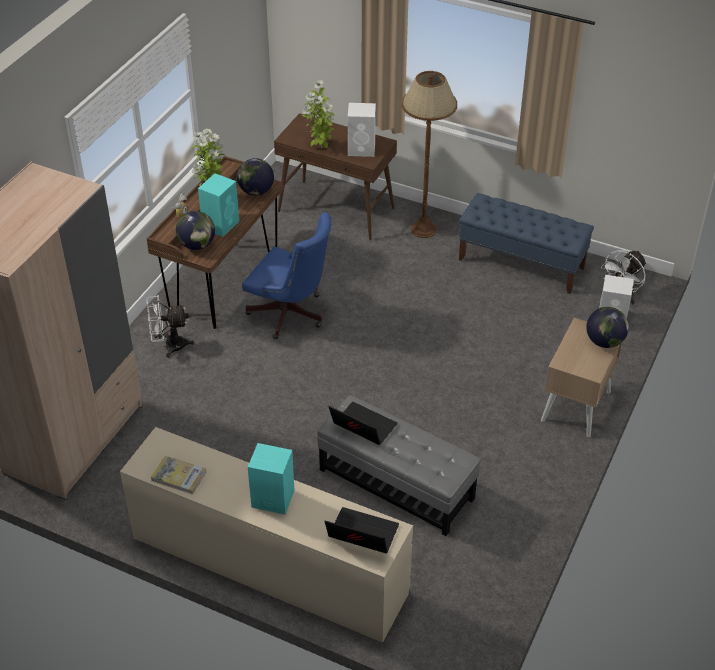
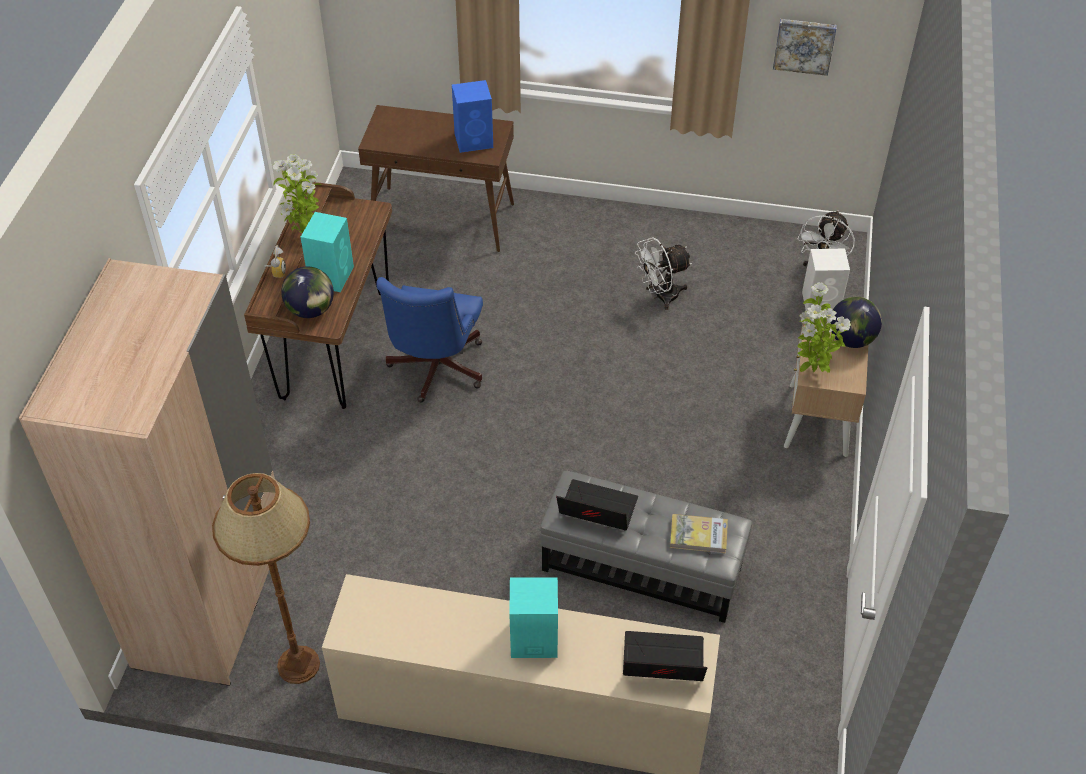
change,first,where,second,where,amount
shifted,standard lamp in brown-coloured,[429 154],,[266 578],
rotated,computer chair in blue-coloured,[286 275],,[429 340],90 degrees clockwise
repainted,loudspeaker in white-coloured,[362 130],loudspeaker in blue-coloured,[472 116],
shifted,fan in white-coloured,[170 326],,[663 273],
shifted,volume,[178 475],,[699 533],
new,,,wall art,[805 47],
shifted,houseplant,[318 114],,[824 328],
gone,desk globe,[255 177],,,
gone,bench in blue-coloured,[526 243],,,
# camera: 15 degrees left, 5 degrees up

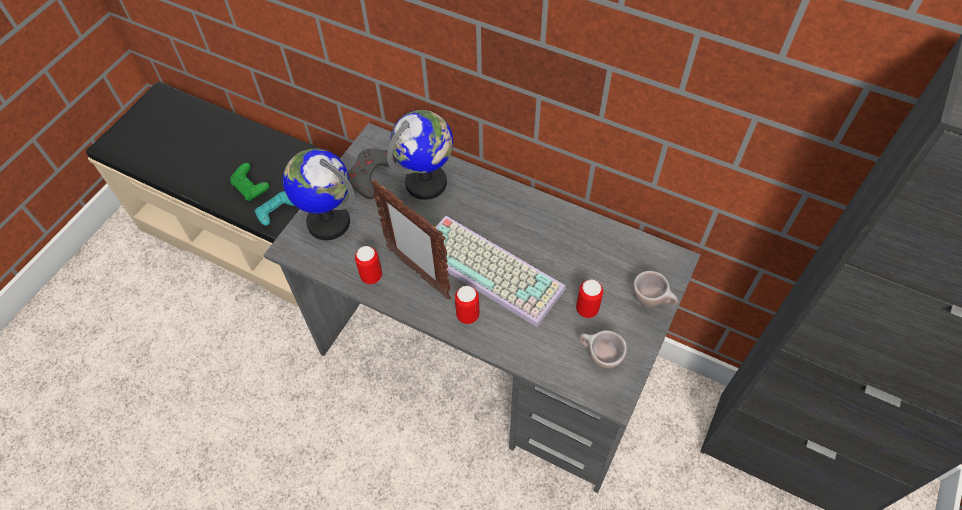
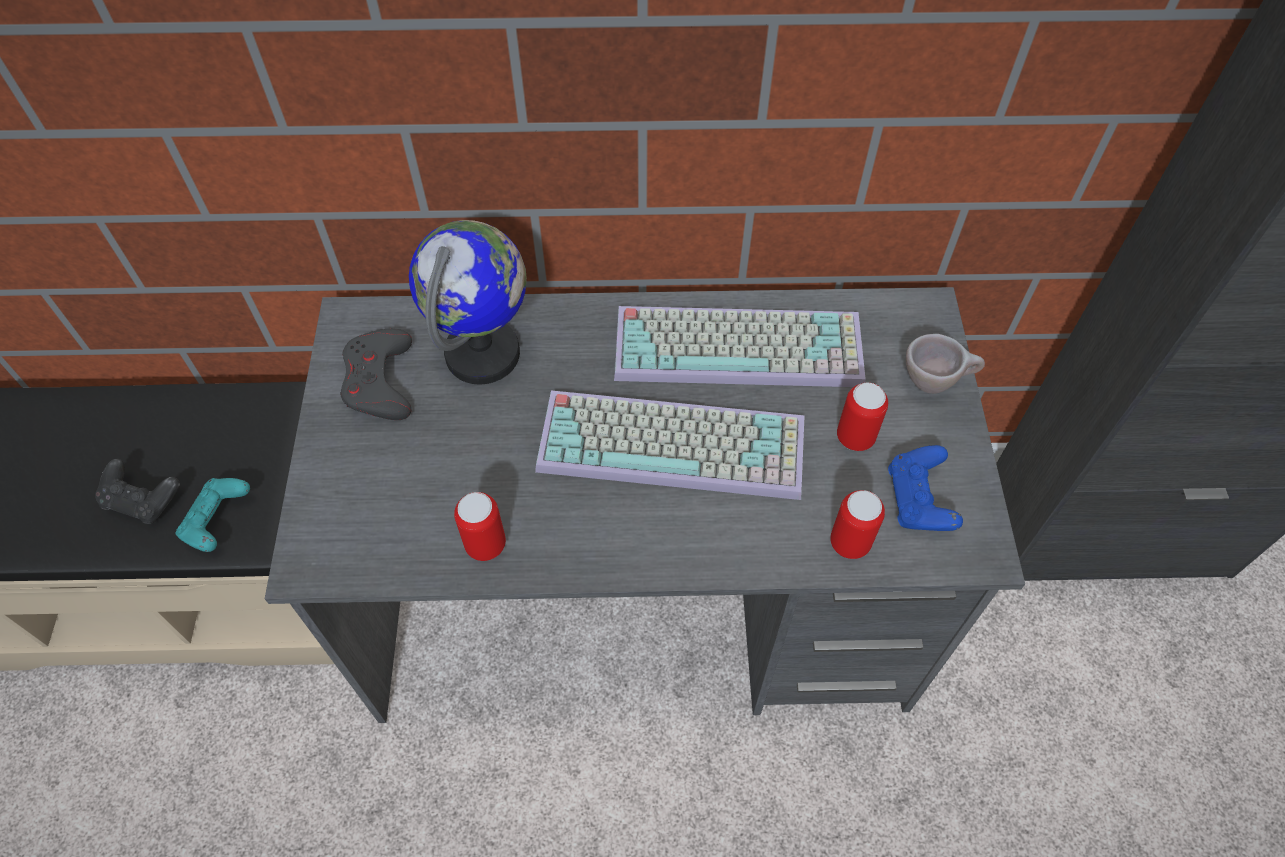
change,first,where,second,where,amount
repainted,gamepad in greenish,[249 182],gamepad in black-coloured,[137 491],
new,,,computer keyboard,[740 346],
shifted,metal can,[467 305],,[857 524],
swapped,drinking cup in sand-coloured,[603 349],gamepad in blue-coloured,[925 488],
gone,desk globe,[319 194],,,
gone,picture frame,[410 240],,,
# camera: 30 degrees left, 0 degrees up

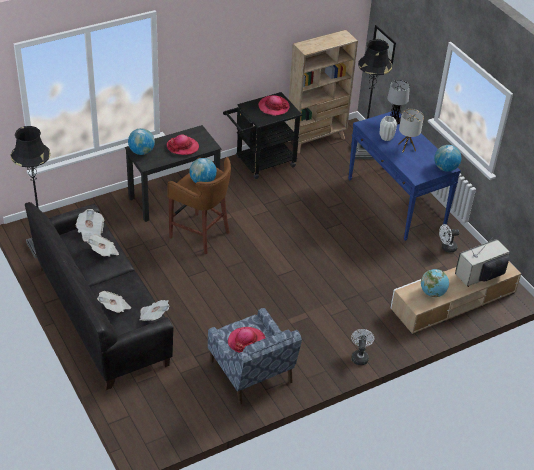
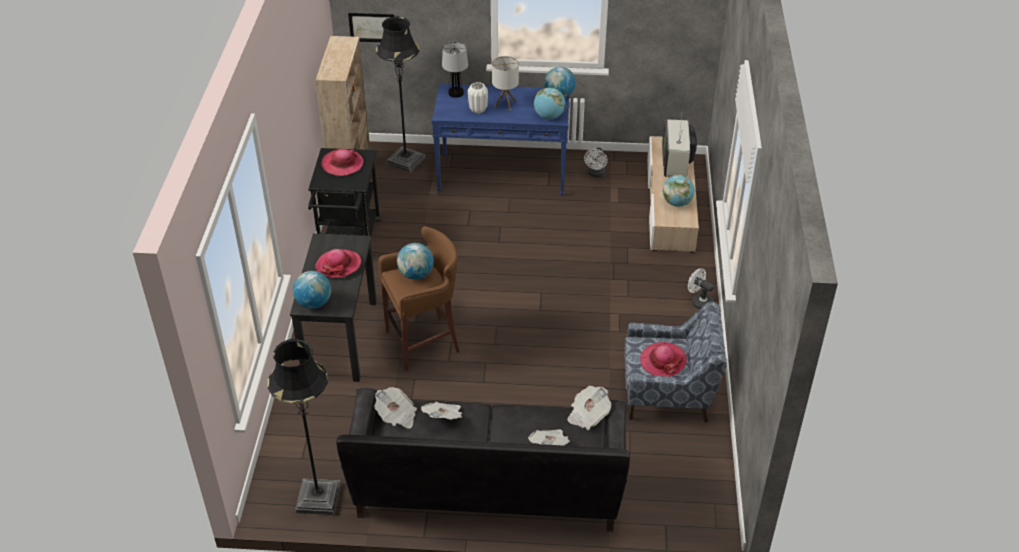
change,first,where,second,where,amount
new,,,desk globe,[550 103],
# camera: 55 degrees left, 0 degrees up

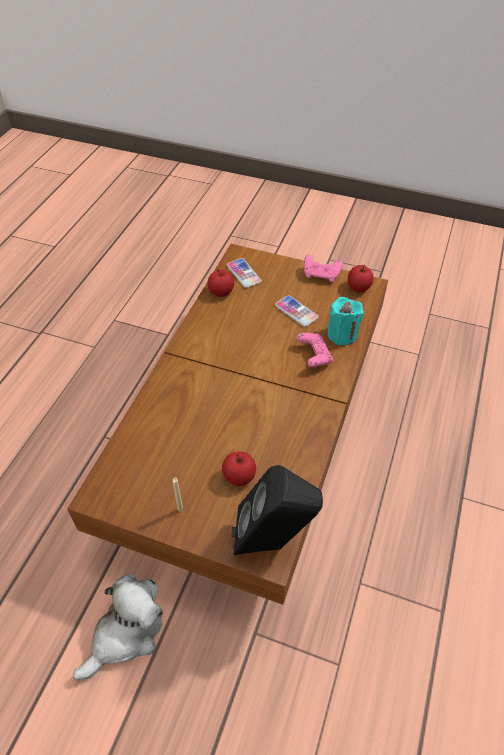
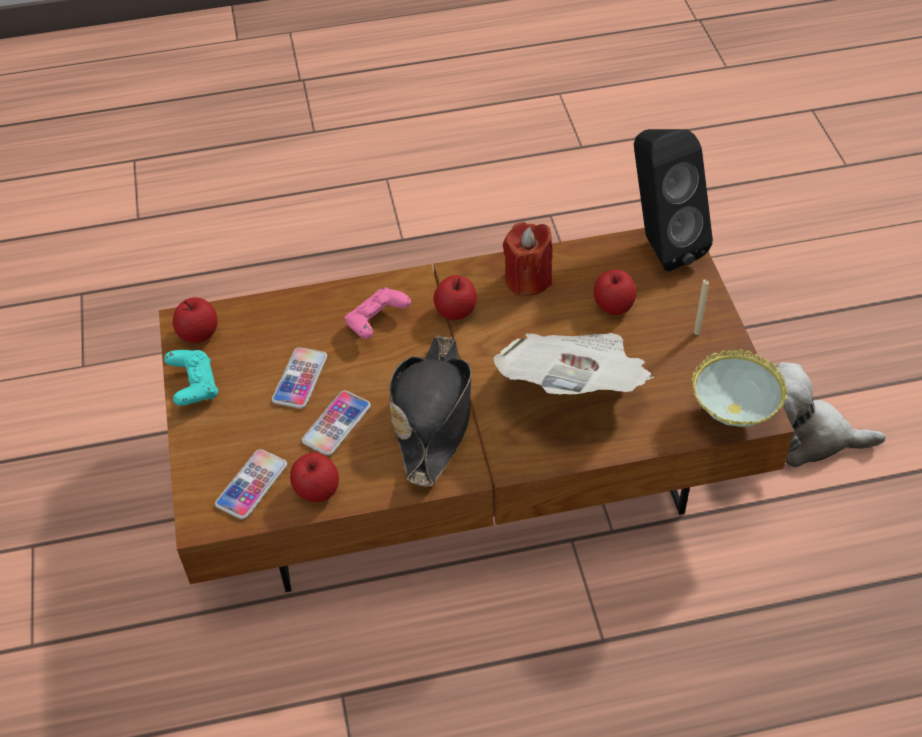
change,first,where,second,where,amount
repainted,gamepad in pink,[323 268],gamepad in turquoise-coloured,[191 378],
new,,,telephone,[336 423],
new,,,hat in black-coloured,[430 411],
new,,,apple,[455 297],
new,,,printed paper,[573 363],
new,,,wax candle in red,[528 259],
new,,,deep dish,[740 388],
gone,wax candle in turquoise-coloured,[345 321],,,
# camera: 120 degrees left, 0 degrees up

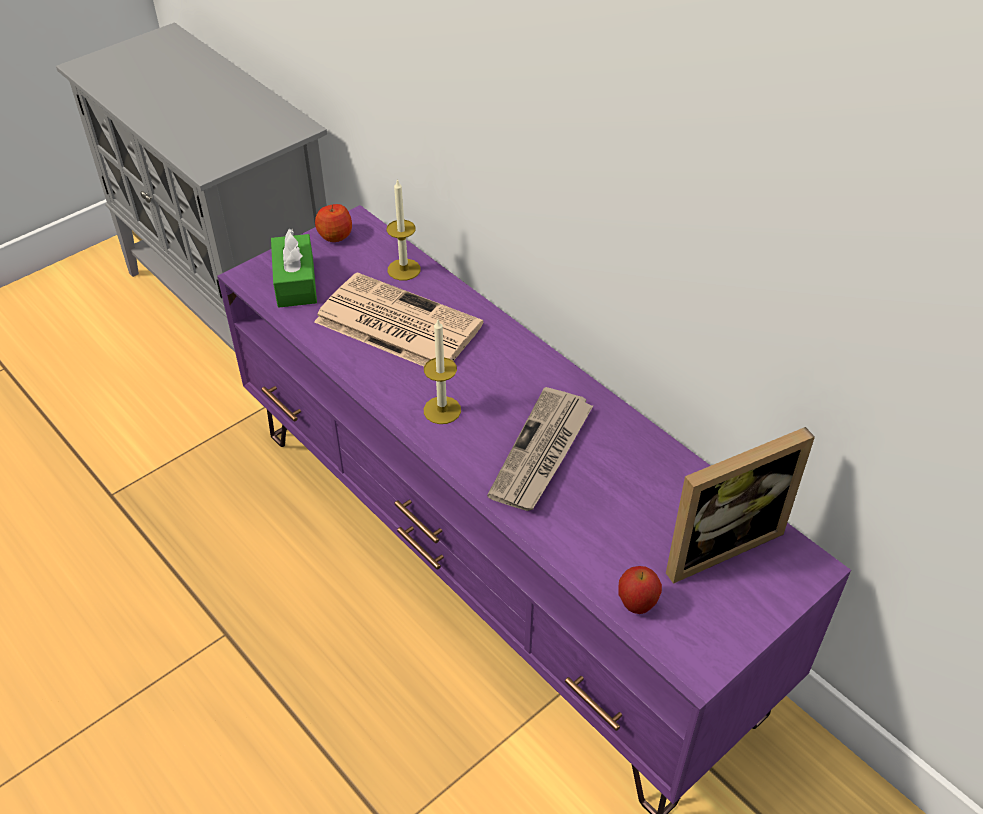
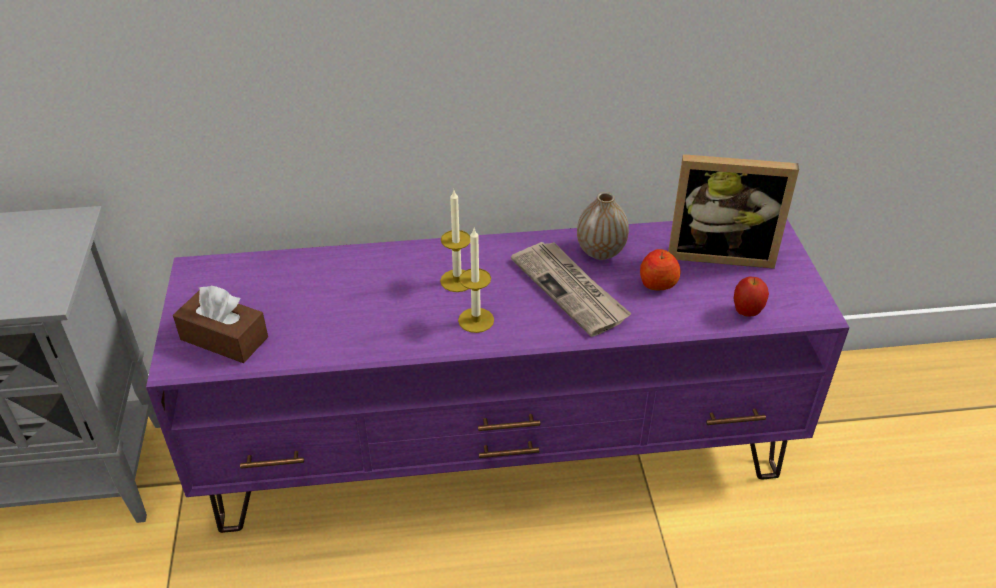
change,first,where,second,where,amount
repainted,tissue holder in greenish,[294 268],tissue holder in brown-coloured,[220 324],
shifted,wax candle,[403 229],,[455 241],
new,,,decorative vase,[603 226],
shifted,apple,[333 223],,[660 269],
rotated,picture frame,[740 505],,[733 211],90 degrees clockwise
gone,printed paper,[398 319],,,
# camera: 55 degrees left, 5 degrees down

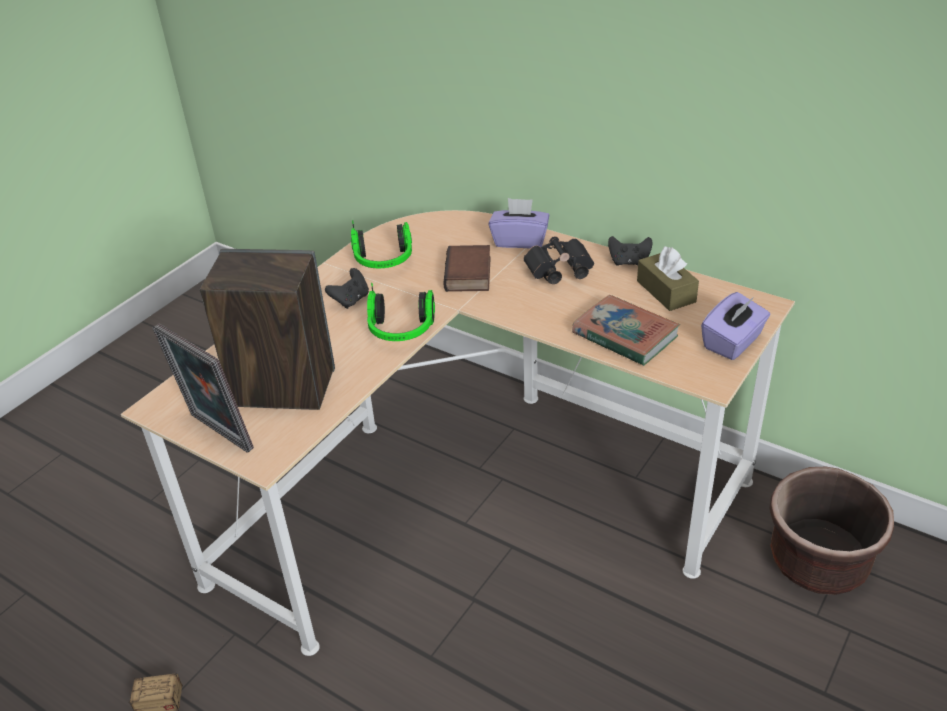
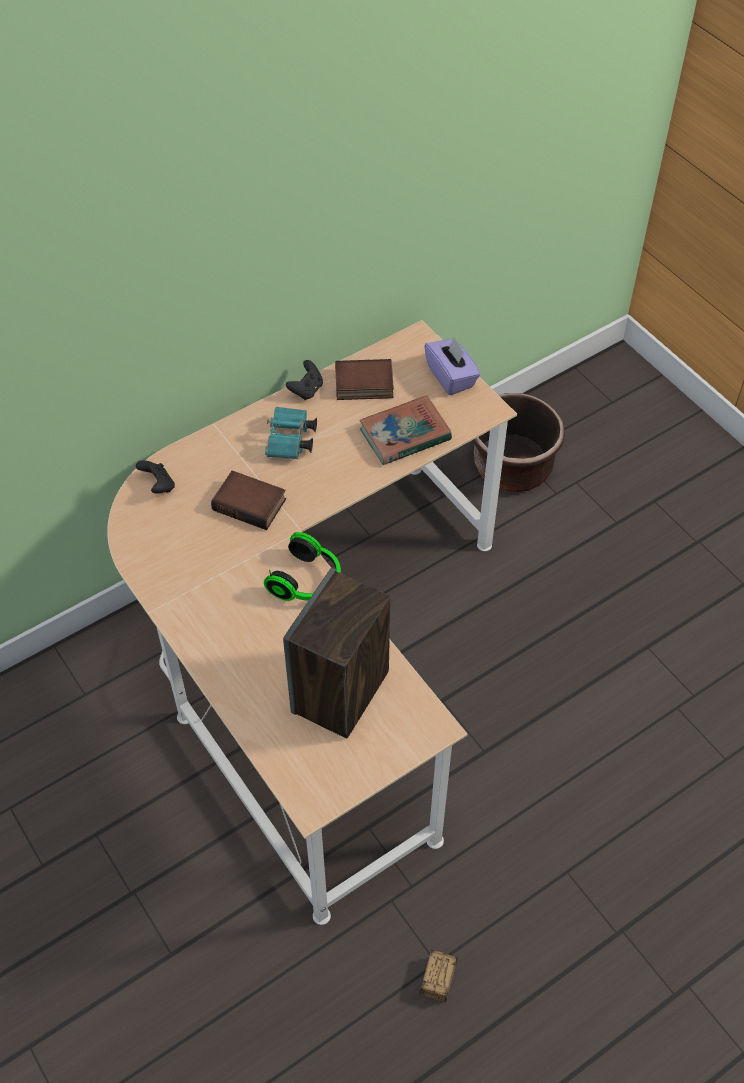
change,first,where,second,where,amount
shifted,gamepad in black-coloured,[347 288],,[155 477],
repainted,field glasses in black-coloured,[559 260],field glasses in turquoise-coloured,[291 433],
swapped,tissue holder in brown-coloured,[668 278],volume,[364 379],
gone,picture frame,[203 388],,,
gone,pair of headphones,[381 244],,,
gone,tissue holder in purple-coloured,[519 223],,,
# camera: 70 degrees left, 15 degrees up

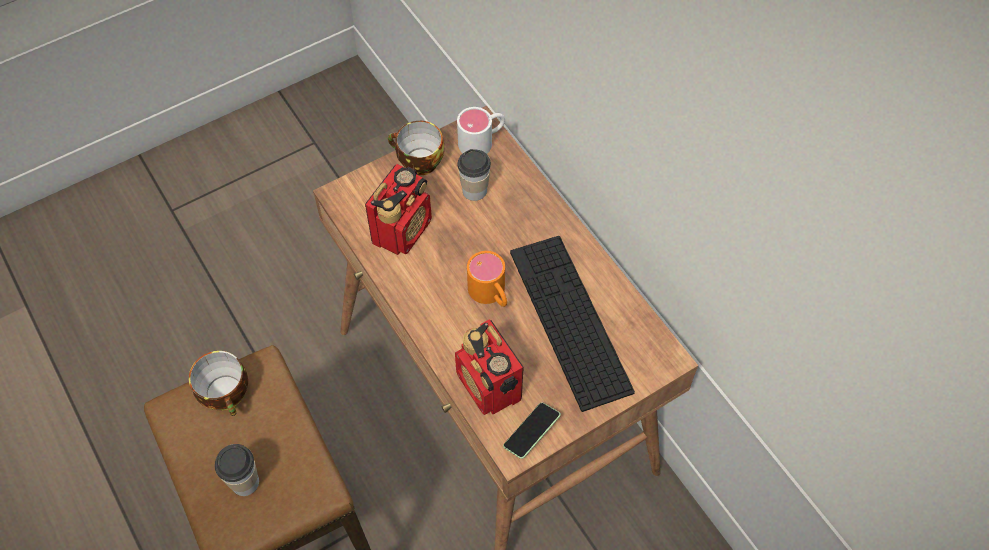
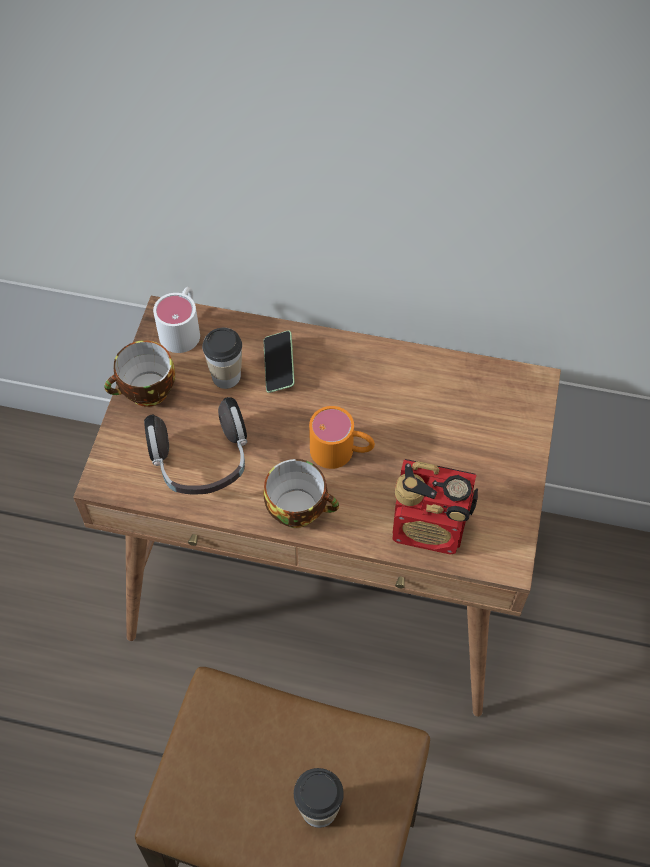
change,first,where,second,where,amount
swapped,radio,[398 209],pair of headphones,[195 445],
shifted,telephone,[532 431],,[279 361],
shifted,drinking cup,[218 383],,[301 493],
gone,computer keyboard,[572 324],,,
# camera: 45 degrees left, 0 degrees up

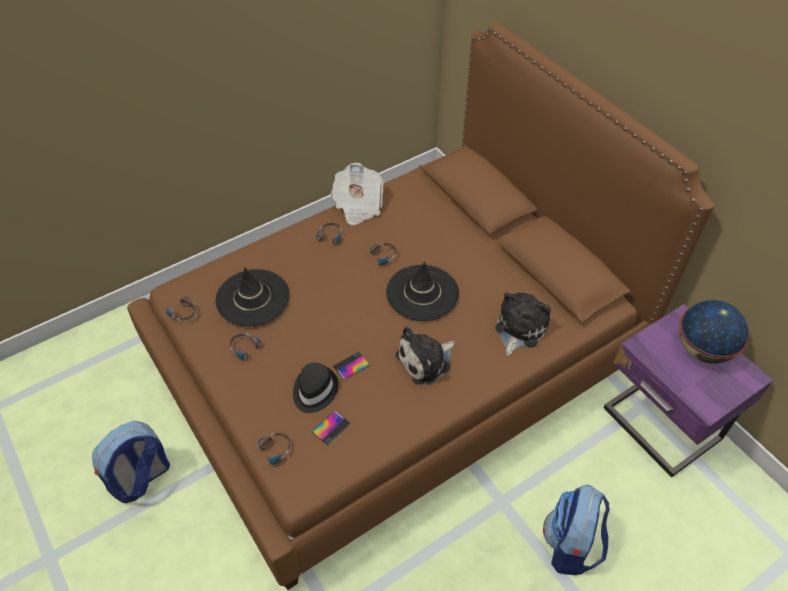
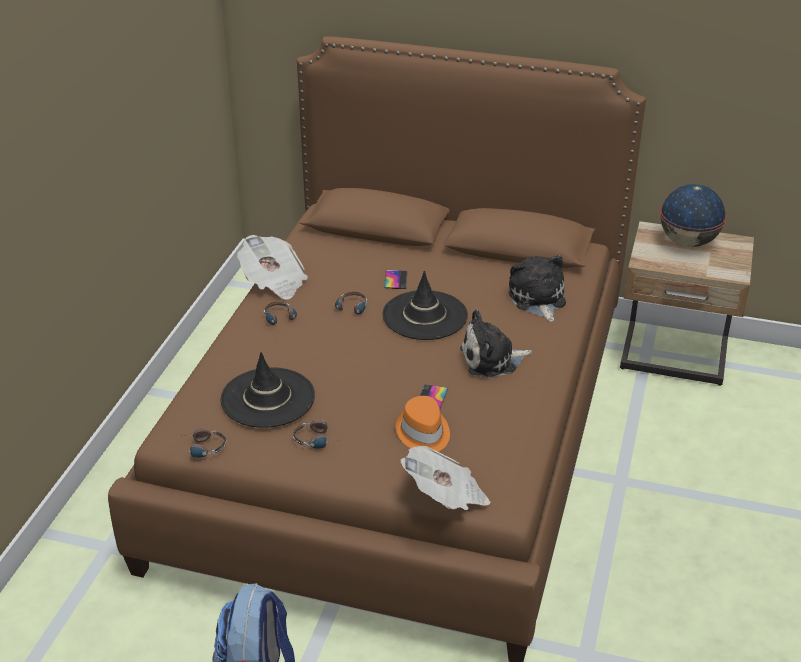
change,first,where,second,where,amount
shifted,telephone,[331 427],,[395 279],
repainted,hat in black-coloured,[315 388],hat in orangey,[422 424],
swapped,pair of headphones,[268 449],printed paper,[445 478],
rotated,cuddly toy,[425 355],,[496 343],60 degrees clockwise
repainted,bedside table in purple-coloured,[688 390],bedside table in sand-coloured,[687 303],
gone,backpack,[576 530],,,
# camera: 40 degrees left, 15 degrees down

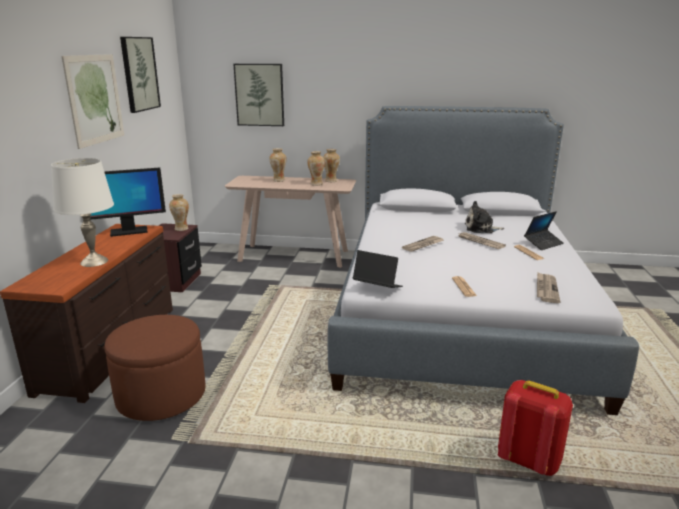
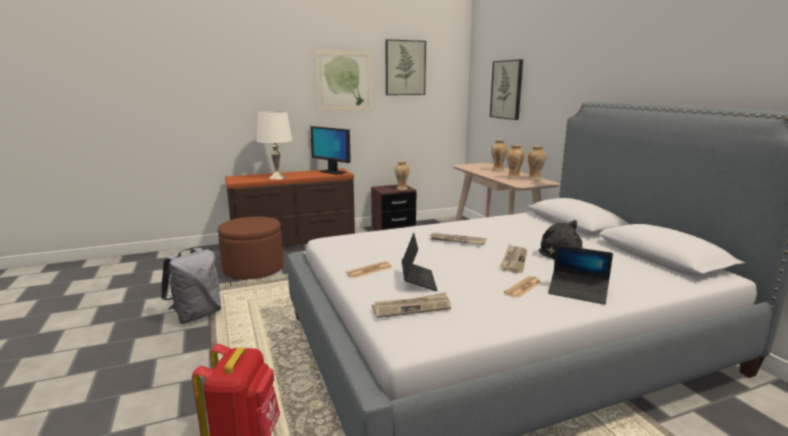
change,first,where,second,where,amount
new,,,backpack in grey,[191 286],
shifted,laptop,[378 269],,[419 262],
# camera: 60 degrees right, 5 degrees down

